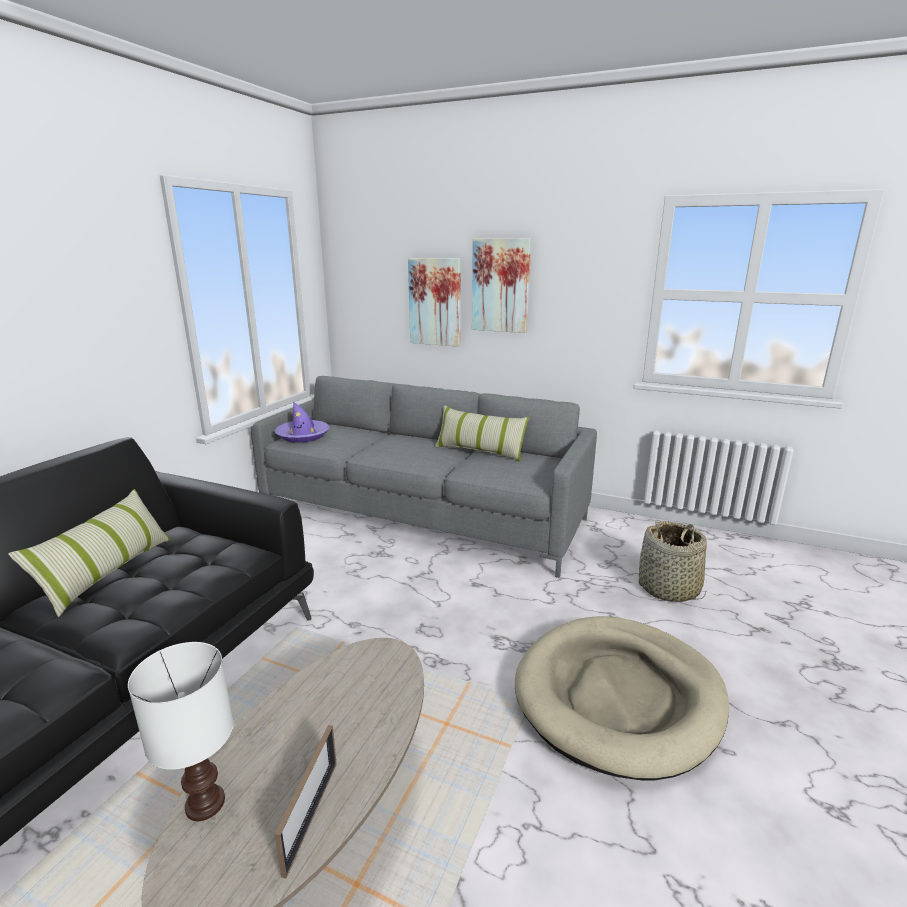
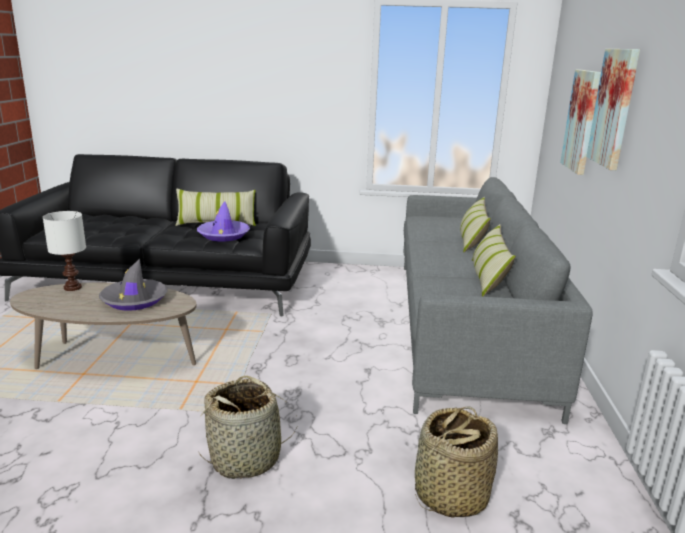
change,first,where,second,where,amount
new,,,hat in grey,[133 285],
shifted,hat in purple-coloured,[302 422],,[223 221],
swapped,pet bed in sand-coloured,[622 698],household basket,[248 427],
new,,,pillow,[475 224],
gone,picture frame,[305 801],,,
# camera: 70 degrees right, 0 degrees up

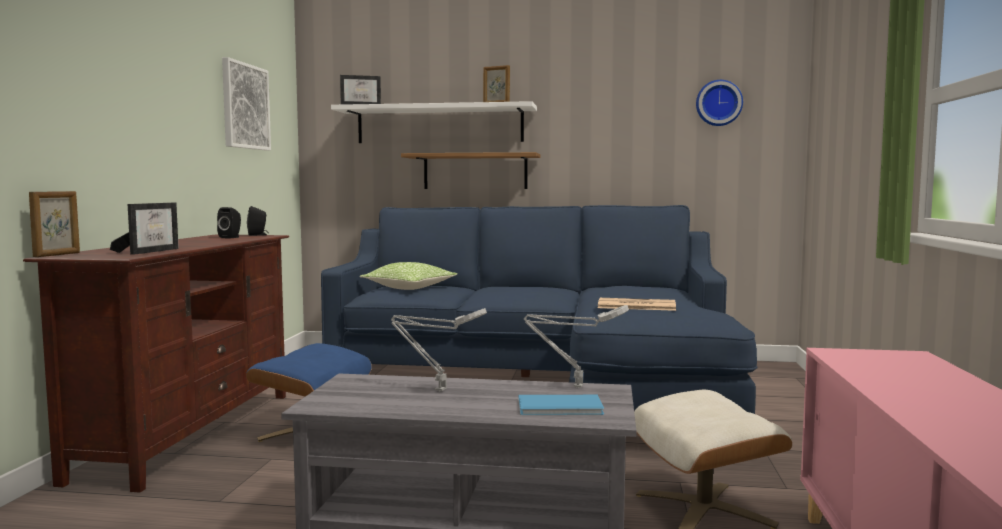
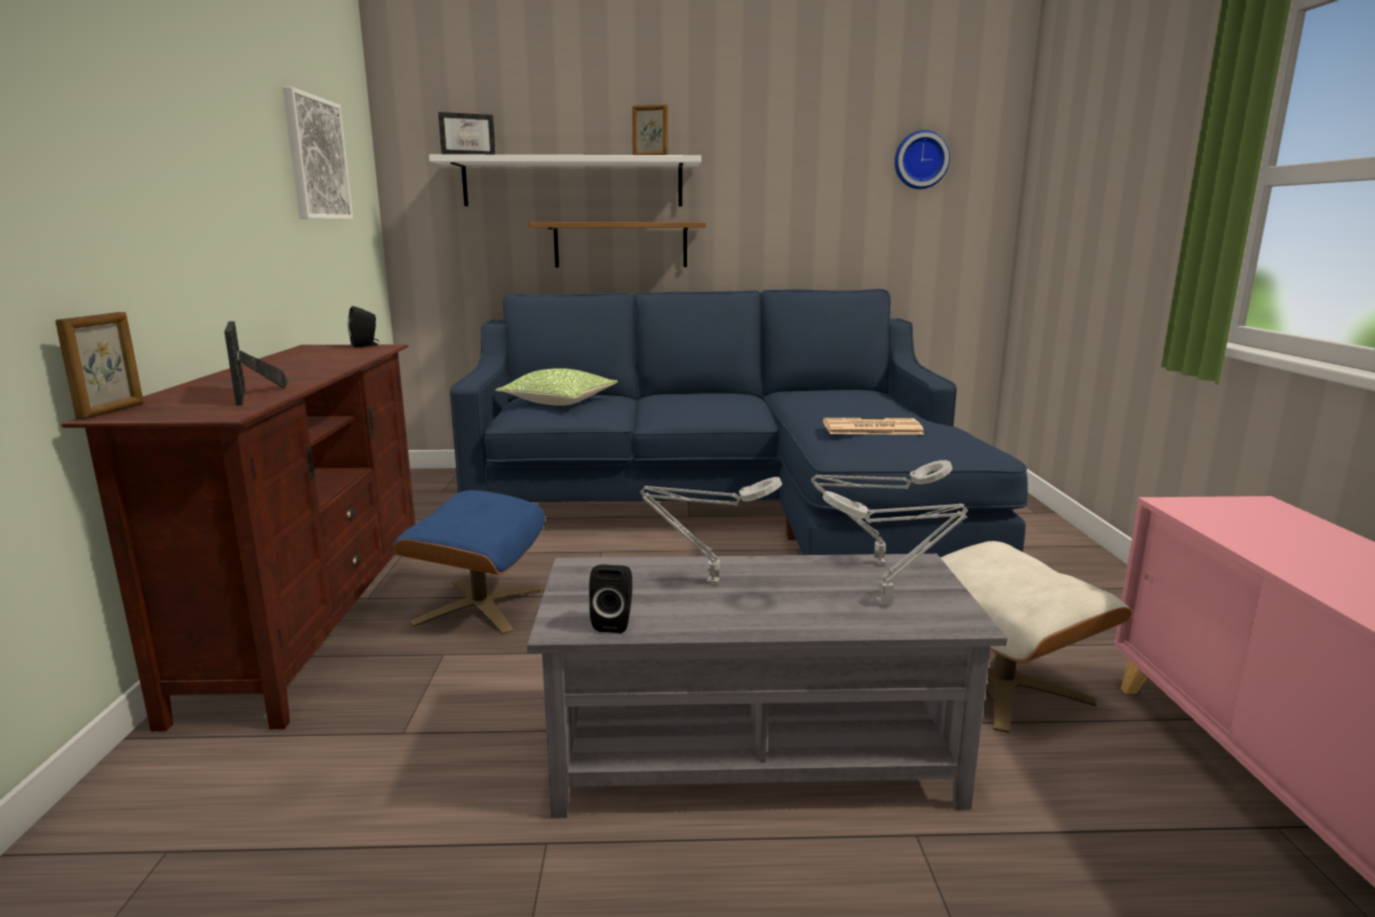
change,first,where,second,where,amount
rotated,picture frame,[144 229],,[256 363],150 degrees clockwise
shifted,loudspeaker in black-coloured,[229 222],,[610 598],
swapped,volume in blue-coloured,[561 405],tabletop lamp in grey,[895 548],
# camera: 10 degrees left, 10 degrees up

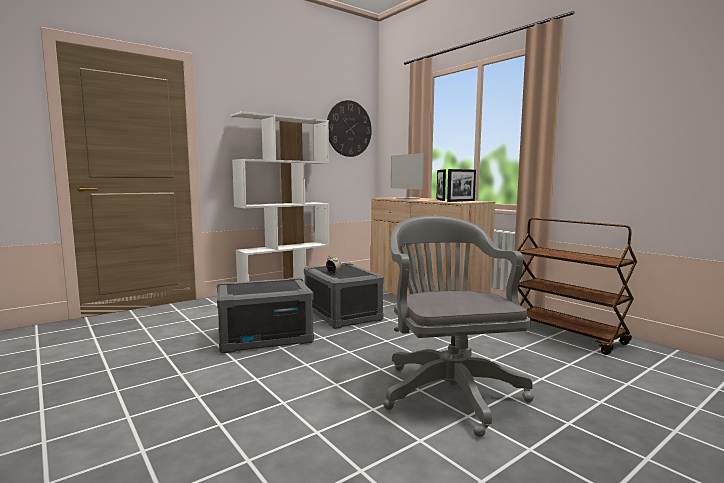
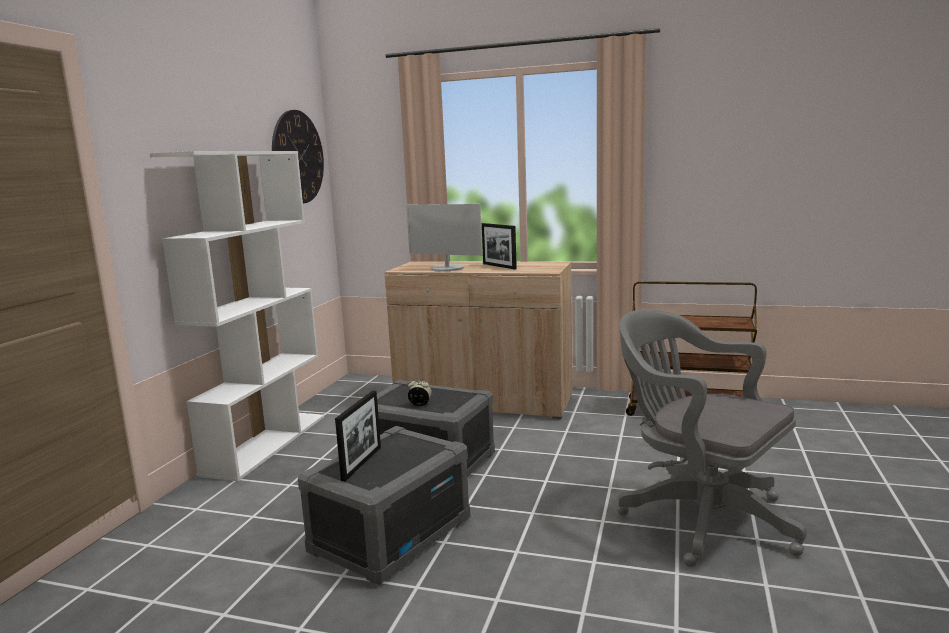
change,first,where,second,where,amount
shifted,picture frame,[461 185],,[358 436],
# camera: 35 degrees left, 5 degrees up

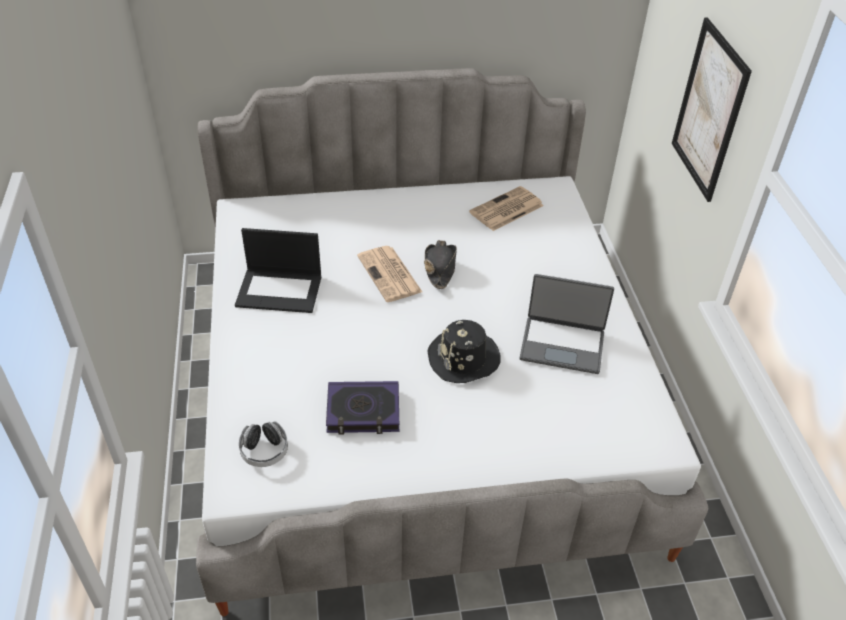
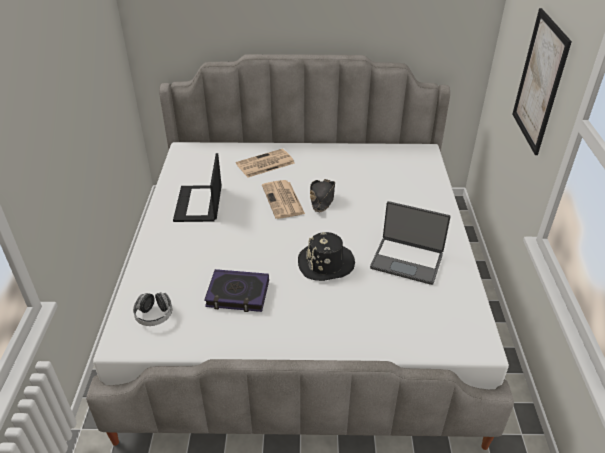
change,first,where,second,where,amount
rotated,laptop,[278 270],,[197 187],75 degrees clockwise
shifted,printed paper,[506 208],,[265 163],
# camera: 10 degrees right, 5 degrees down

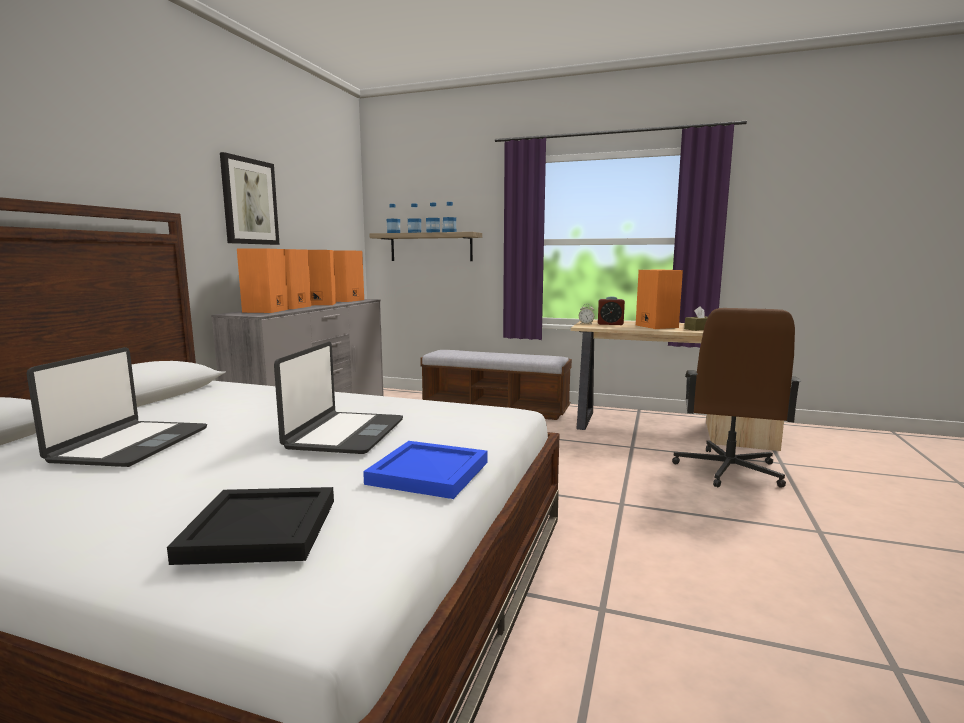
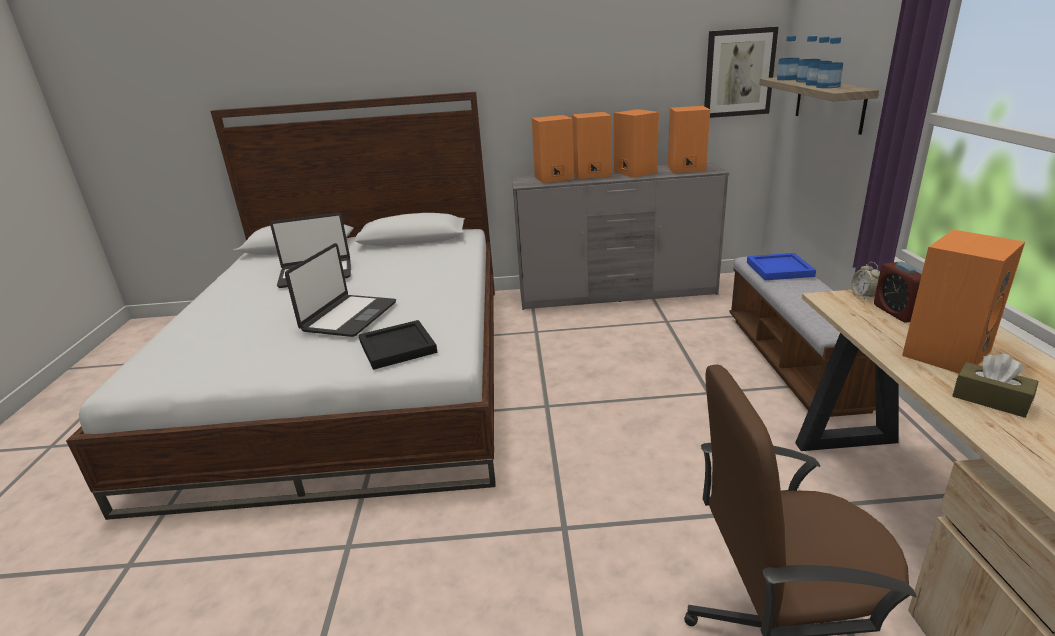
change,first,where,second,where,amount
rotated,laptop,[338 398],,[340 290],60 degrees counterclockwise
shifted,carrying tray in black-coloured,[250 526],,[398 345],
shifted,wall art,[250 198],,[741 72],
shifted,carrying tray in blue-coloured,[425 470],,[781 266],
# camera: 70 degrees right, 15 degrees up

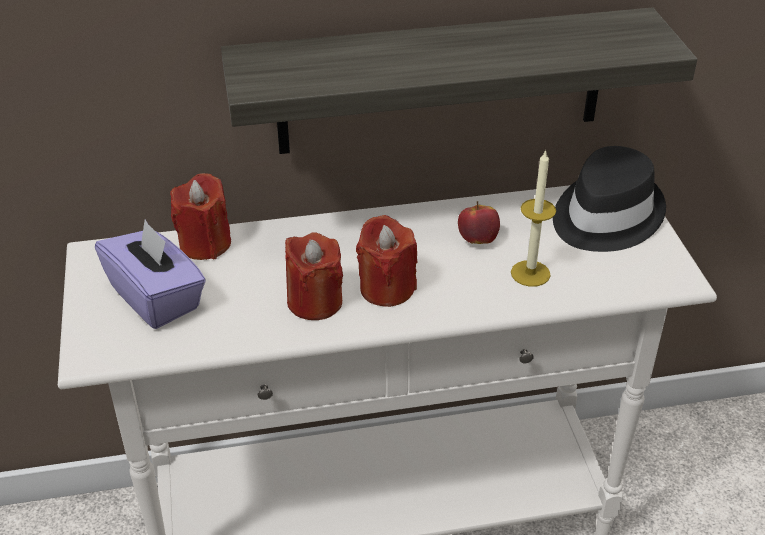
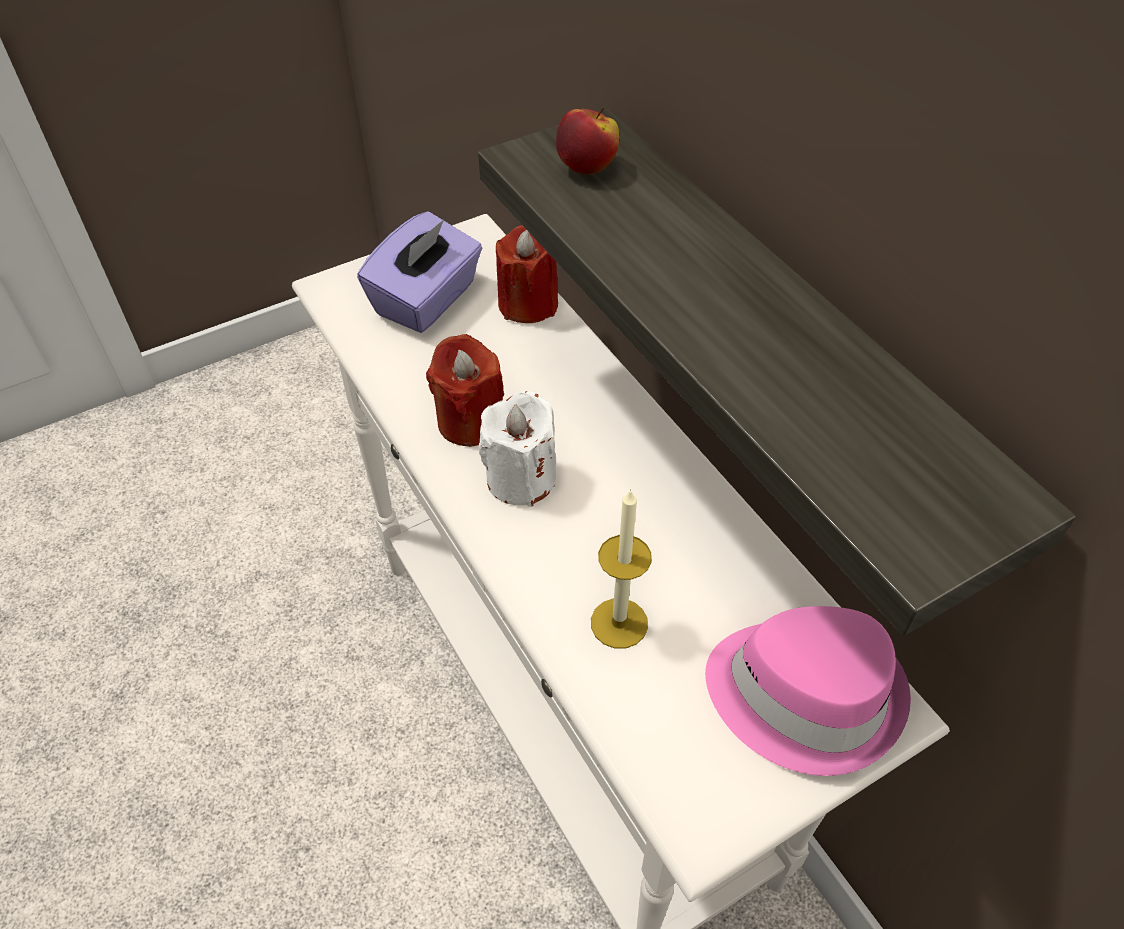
change,first,where,second,where,amount
repainted,wax candle in red,[387 261],wax candle in white-coloured,[517 449],
shifted,apple,[479 222],,[587 141],
repainted,hat in black-coloured,[609 199],hat in pink,[808 691],
# camera: 70 degrees right, 10 degrees up

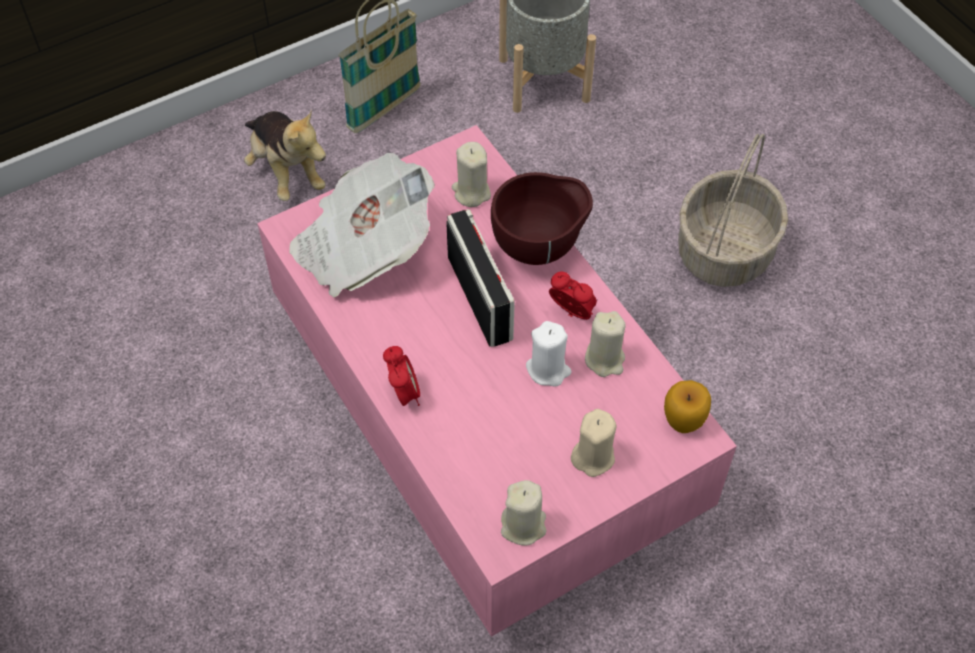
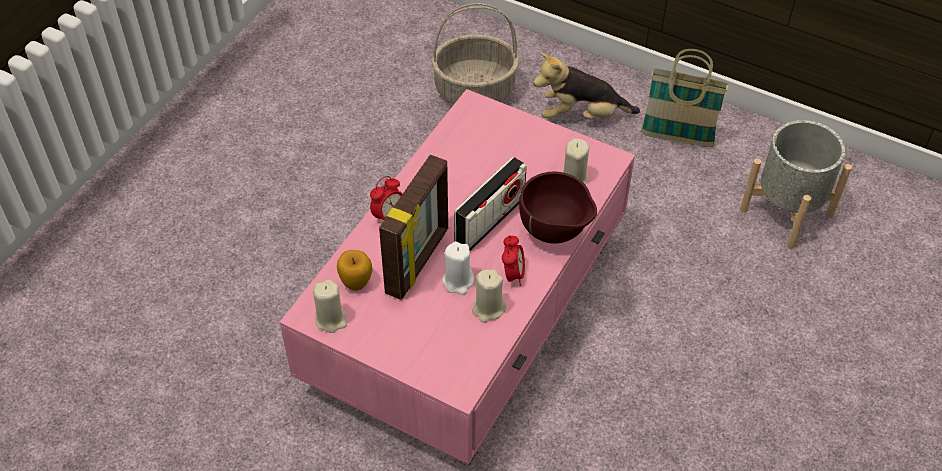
change,first,where,second,where,amount
shifted,apple,[687 406],,[355 270],
new,,,picture frame,[413 227],
shifted,household basket,[733 210],,[475 54],
rotated,cuddly toy,[285 156],,[586 86],60 degrees clockwise
gone,printed paper,[362 225],,,
gone,wax candle in sand-coloured,[594 443],,,
# camera: 60 degrees right, 5 degrees down

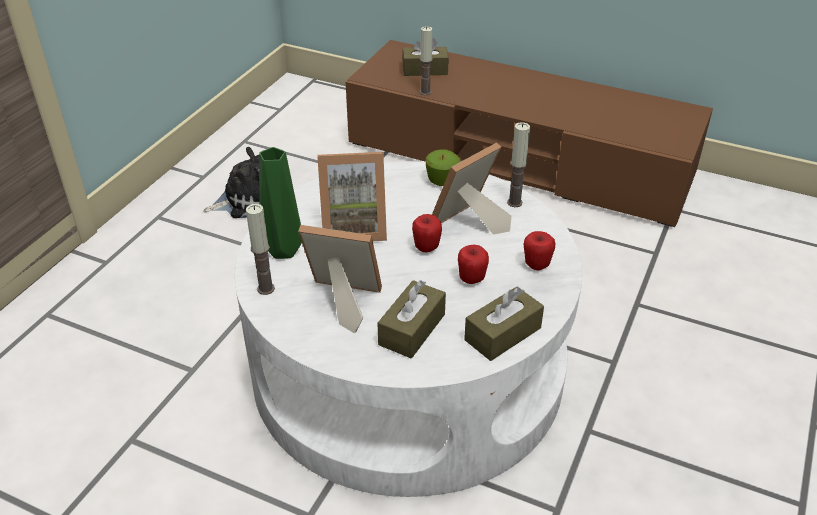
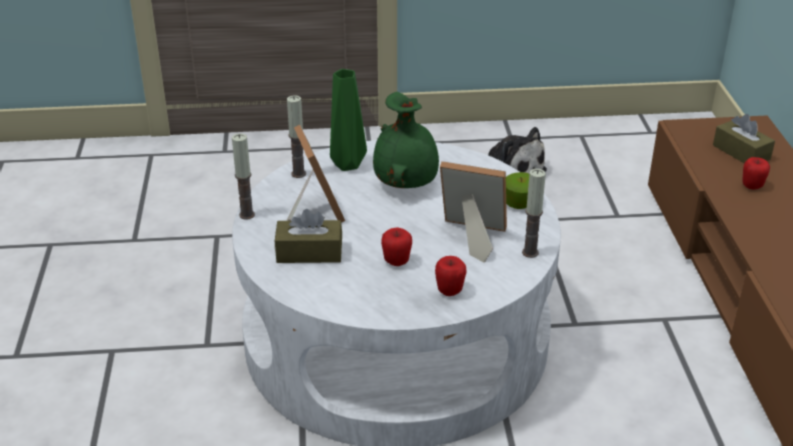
change,first,where,second,where,amount
shifted,wax candle,[426 60],,[243 177],
swapped,picture frame,[352 196],decorative vase in greenish,[406 140],
shifted,apple,[427 233],,[756 173],
gone,tissue holder in brown-coloured,[504 324],,,
# camera: 60 degrees right, 5 degrees down

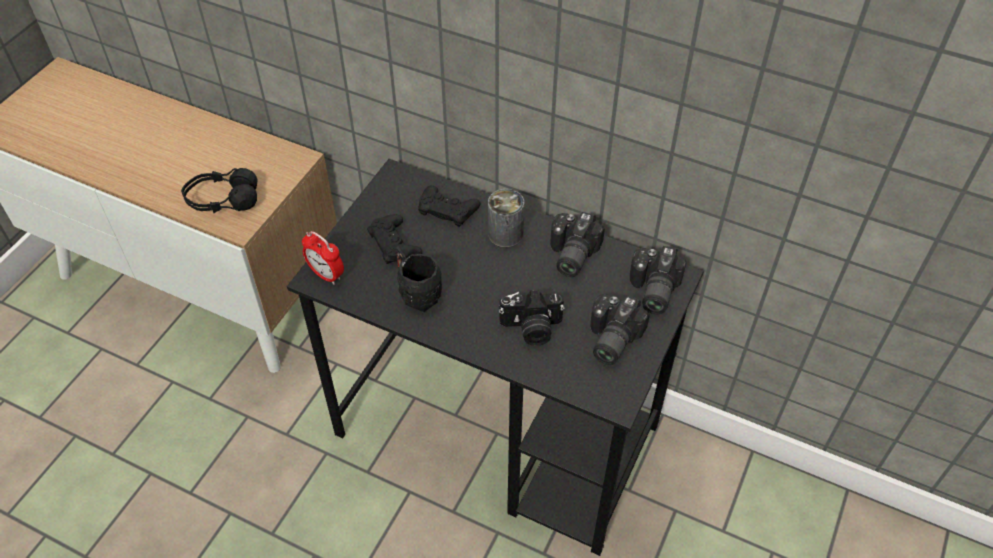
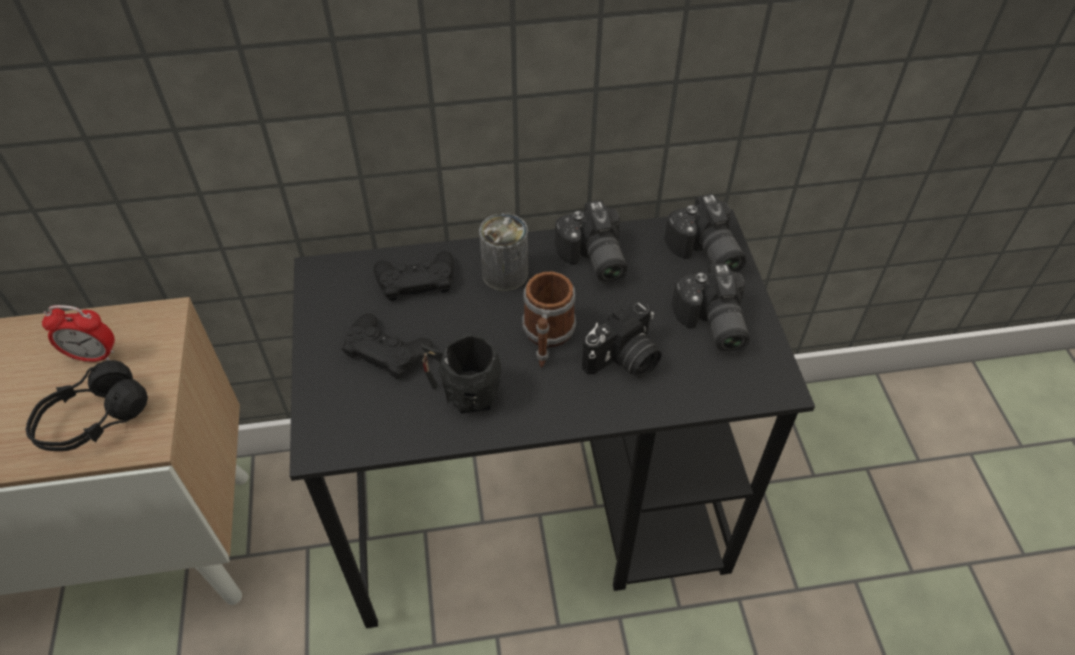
change,first,where,second,where,amount
shifted,alarm clock,[323 258],,[78 333],
new,,,tea mug,[549 320],
# camera: 35 degrees left, 0 degrees up

